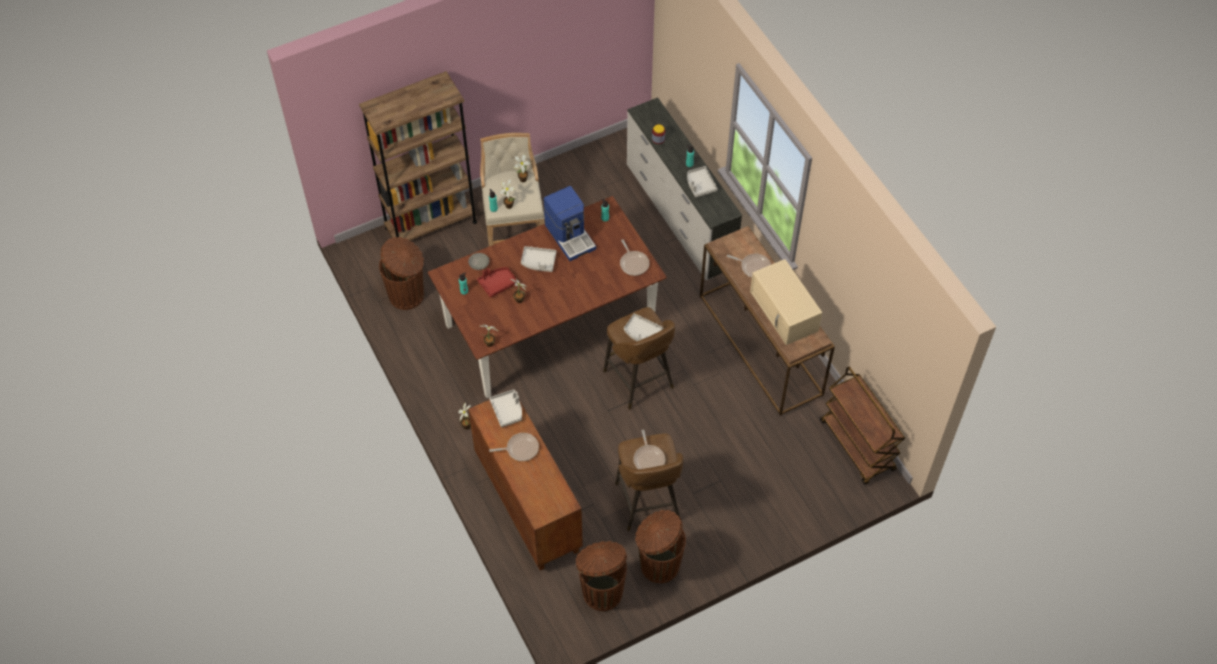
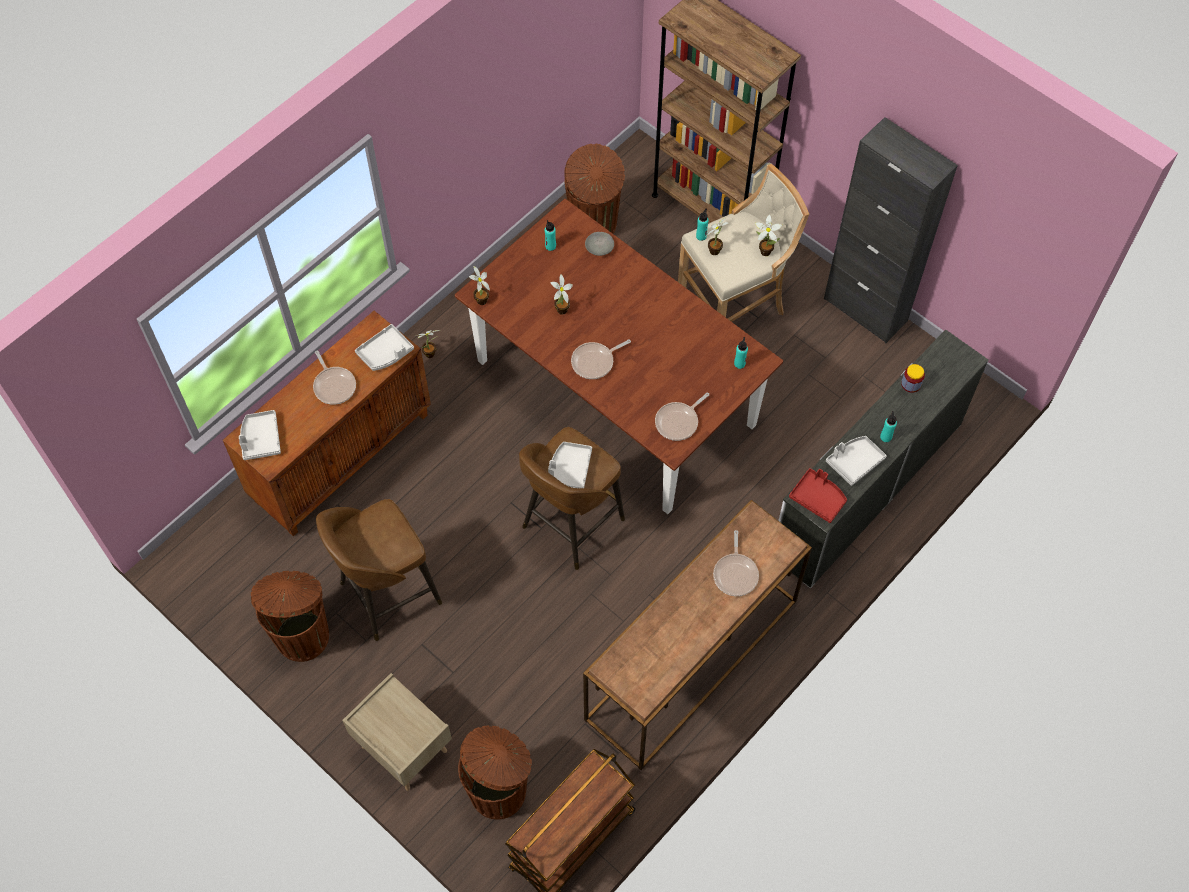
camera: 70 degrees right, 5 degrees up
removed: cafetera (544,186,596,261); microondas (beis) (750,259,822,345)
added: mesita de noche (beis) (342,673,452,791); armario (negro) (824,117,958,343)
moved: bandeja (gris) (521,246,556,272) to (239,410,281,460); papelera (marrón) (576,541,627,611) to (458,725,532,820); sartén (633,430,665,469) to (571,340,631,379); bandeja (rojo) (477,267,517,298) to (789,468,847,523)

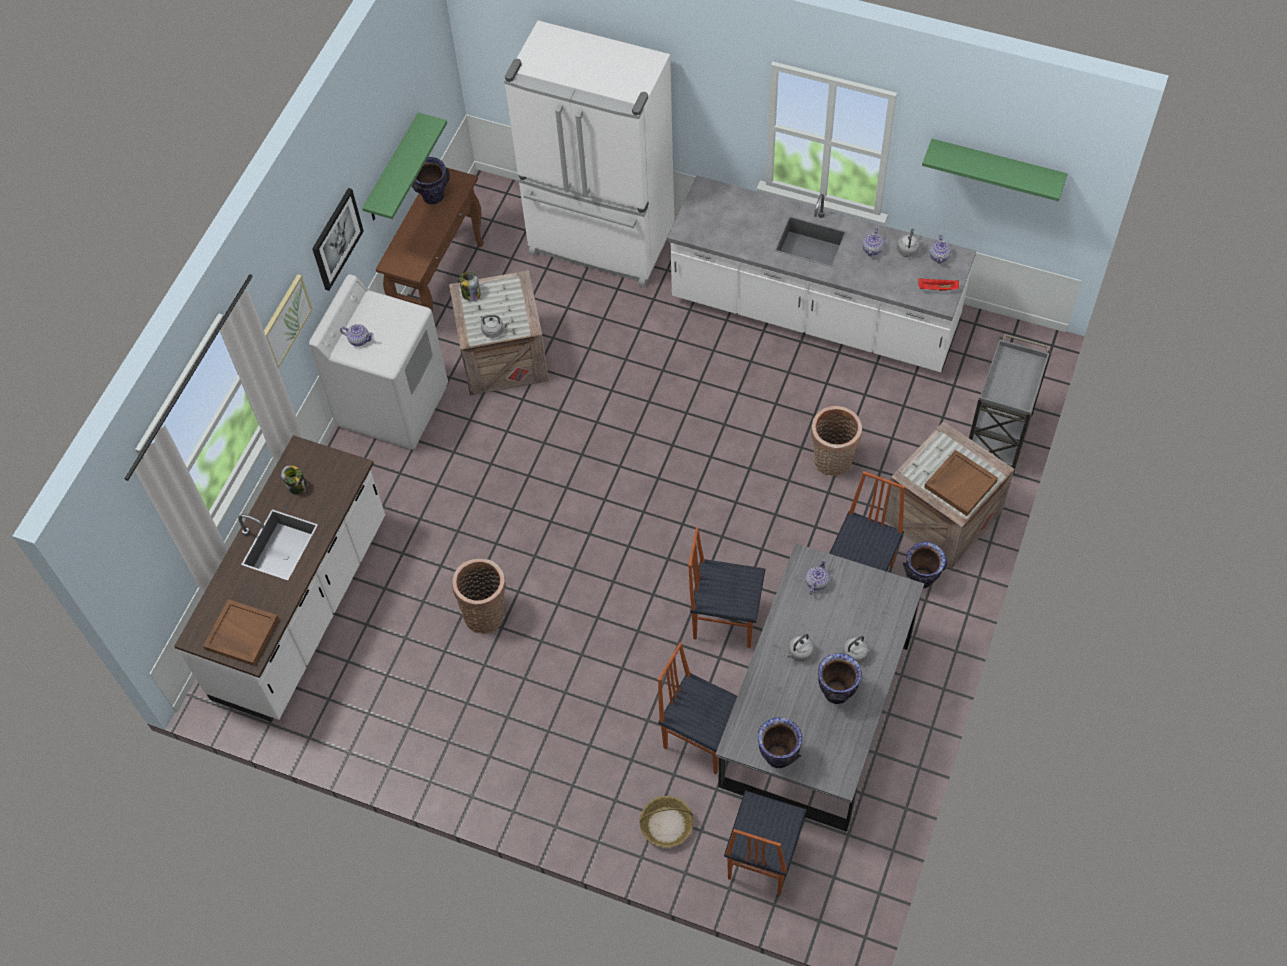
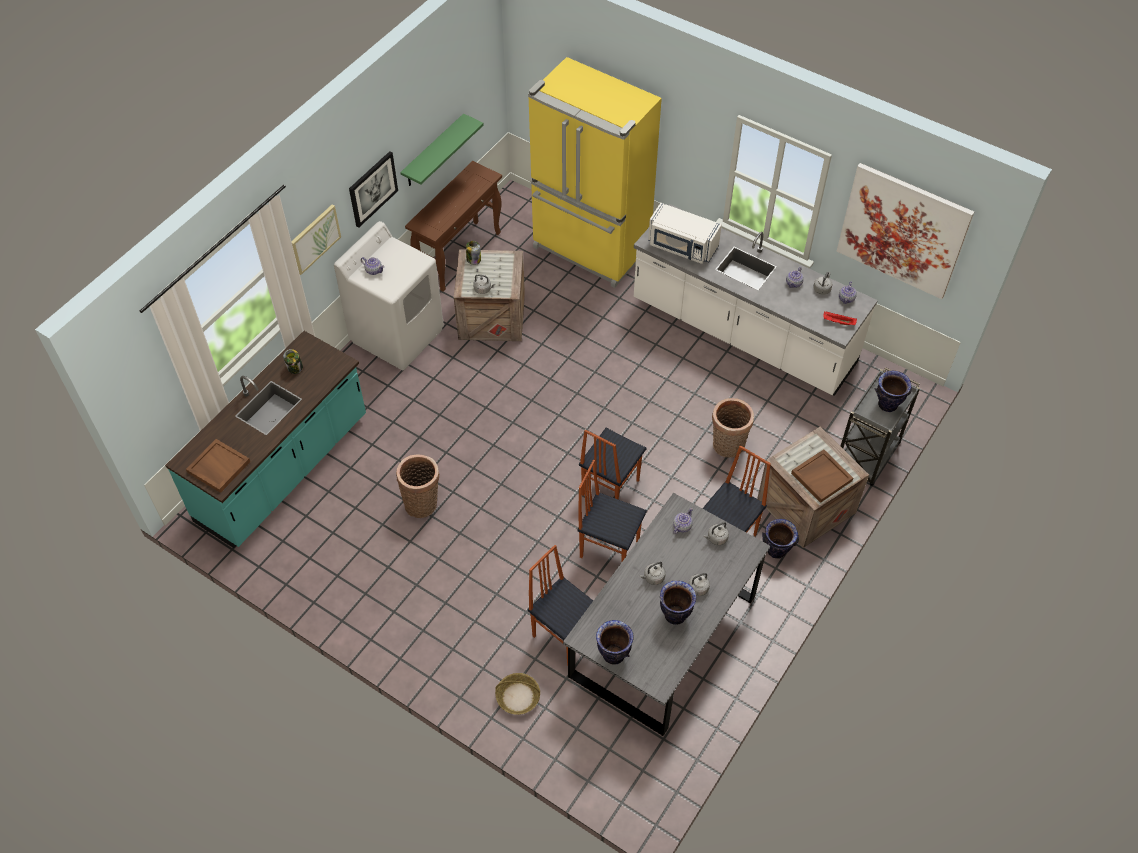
camera: 10 degrees right, 5 degrees down
added: microondas (blanco) (648,203,722,264); hervidor (gris) (704,522,729,545)
moved: silla (724,790,807,896) to (579,428,646,500); florero (412,157,450,205) to (875,371,912,412)
replaced: estante (verde) (922,139,1068,201) to cuadro (837,163,974,299)
recoloured: mueble bajo de cocina (blanco) (174,435,385,722) to mueble bajo de cocina (turquesa) (165,331,366,548); nevera (blanco) (504,21,674,288) to nevera (amarillo) (528,57,662,288)

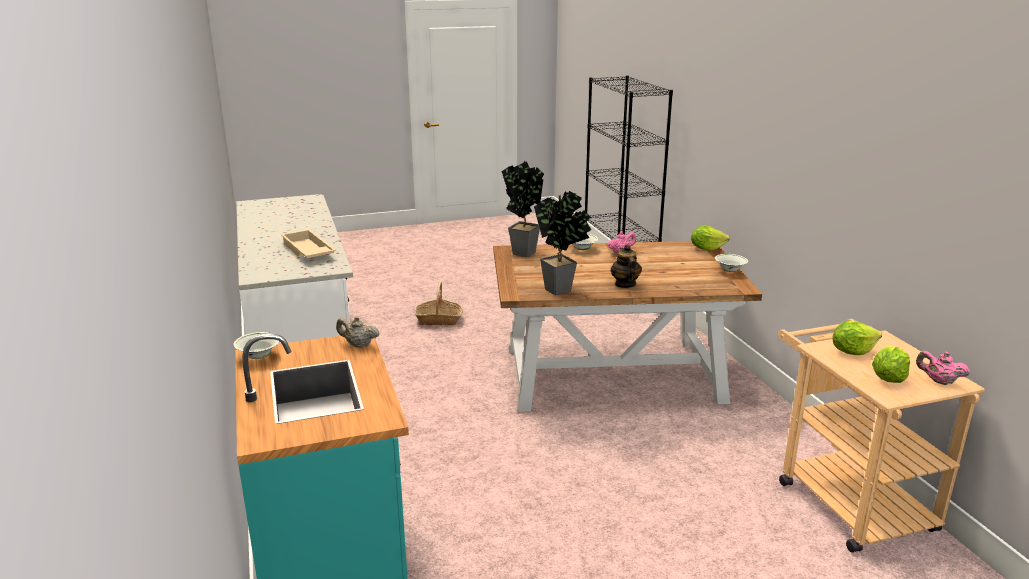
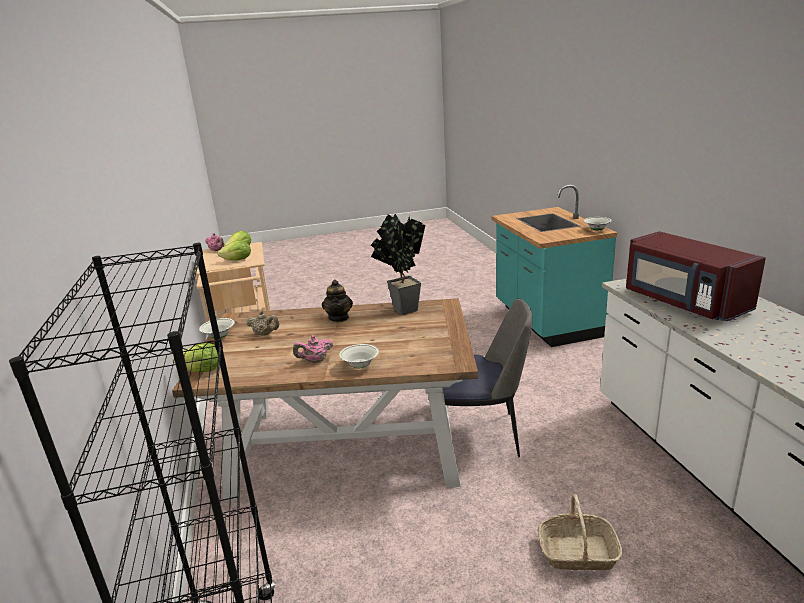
camera: 175 degrees left, 0 degrees up
removed: planta en maceta (501,160,544,257)
added: silla (442,298,532,457)
moved: tetera (beis) (336,317,380,348) to (246,311,279,336)
replaced: bandeja (beis) (281,229,336,258) to microondas (rojo) (626,231,766,321)

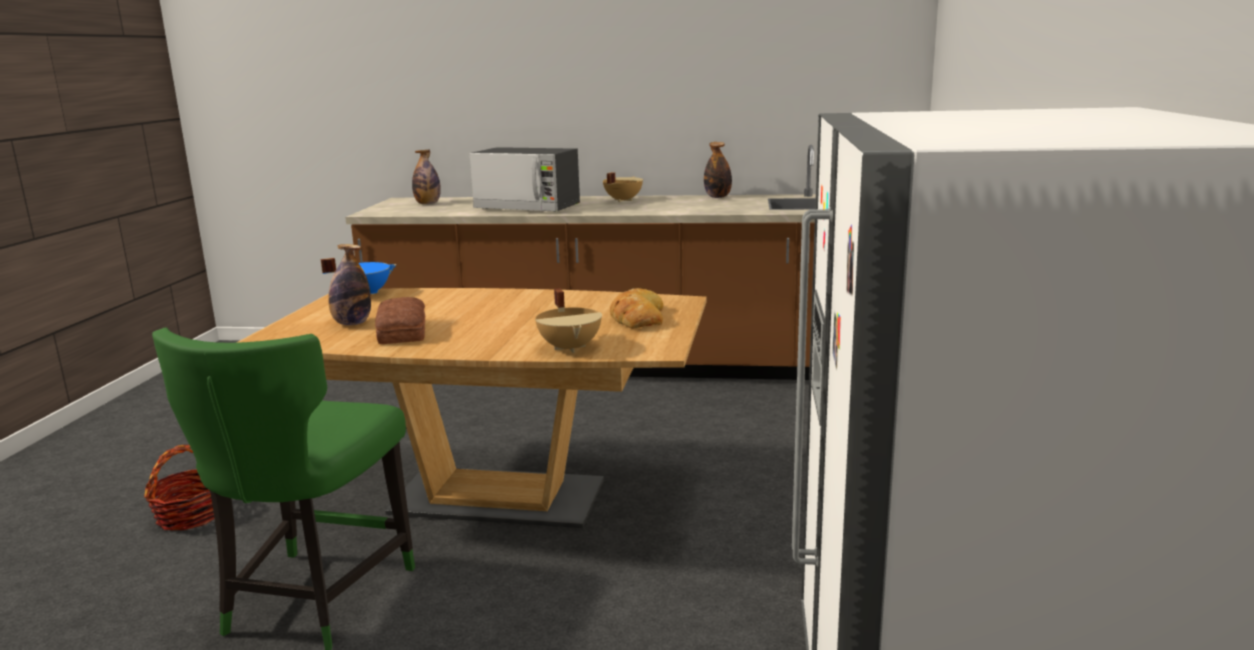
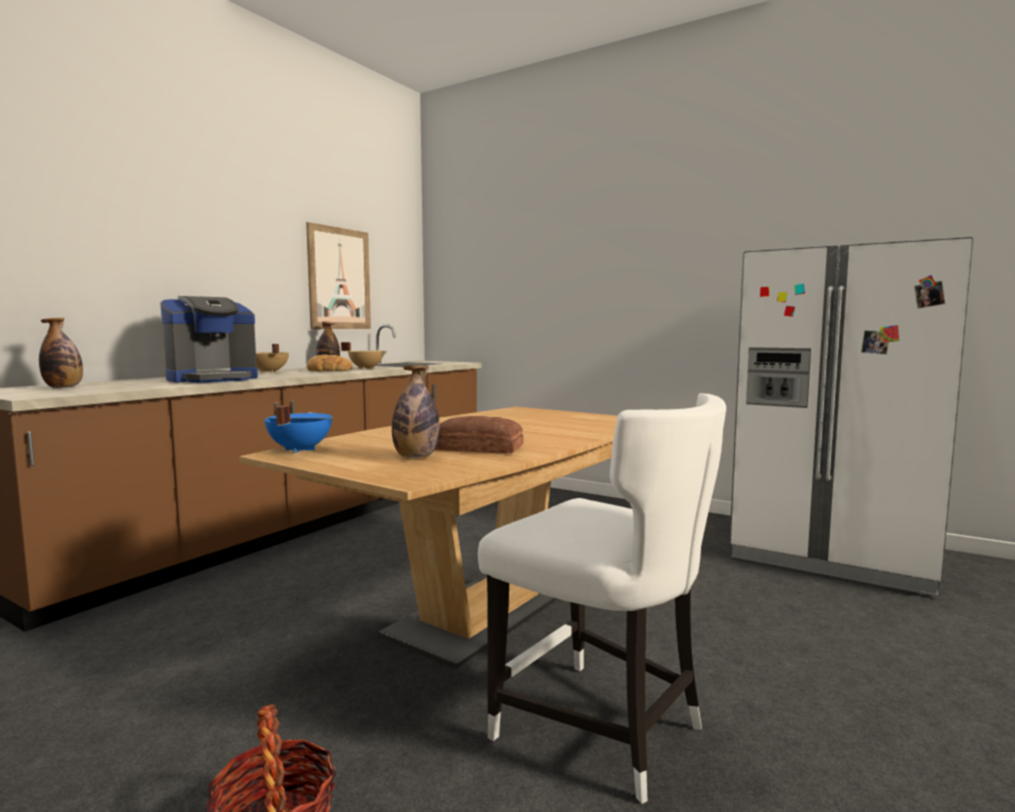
camera: 65 degrees left, 10 degrees down
added: cuadro (306,222,371,329)
moved: pan (610,288,663,328) to (307,354,353,372); olla (beis) (535,288,602,353) to (341,342,387,369)
replaced: microondas (470,147,580,212) to cafetera (160,296,258,383)
recoloured: silla (verde) (152,327,415,650) to silla (blanco) (478,393,726,804)

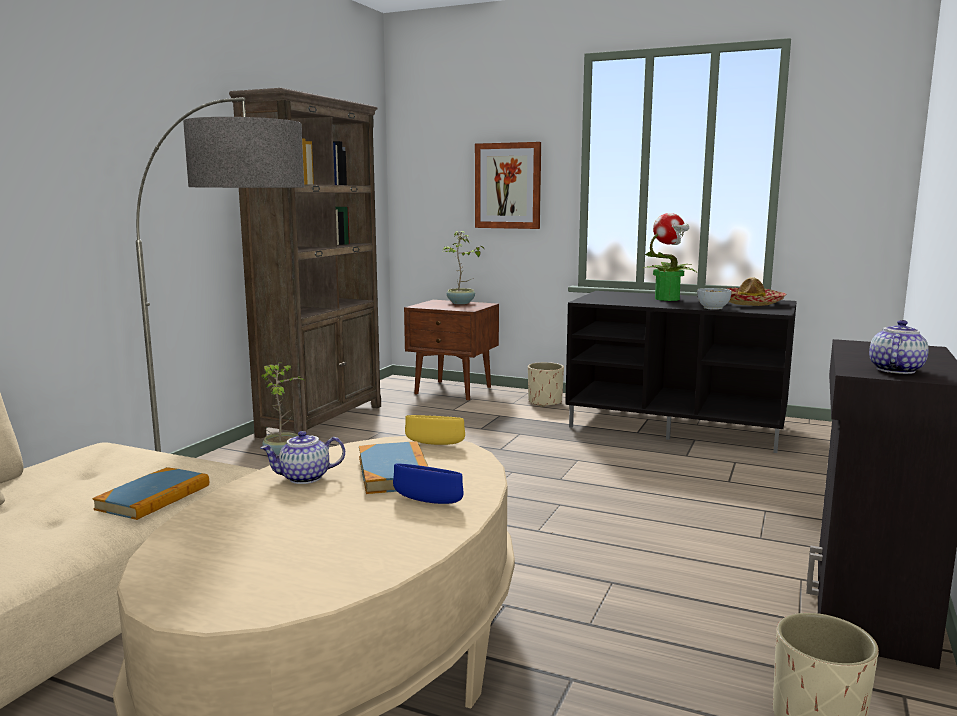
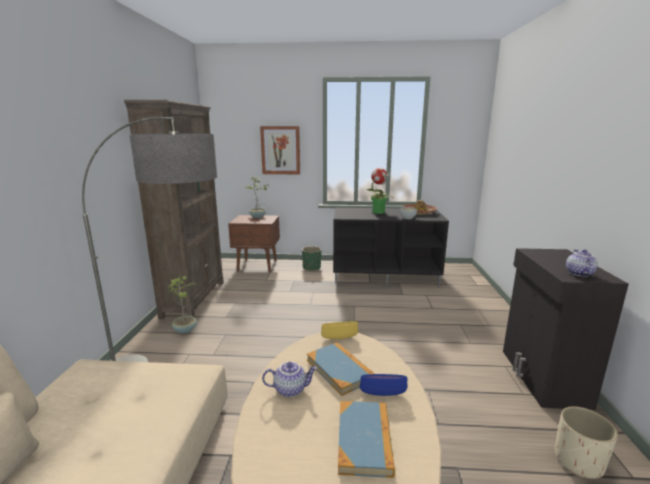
camera: 20 degrees left, 5 degrees up
moved: libro (92,467,209,520) to (338,401,395,478)
recoloured: maceta (beis) (528,362,564,407) to maceta (verde) (302,246,321,271)
turned: tetera (260,431,345,484) = (262,362,317,397) 150 degrees counterclockwise

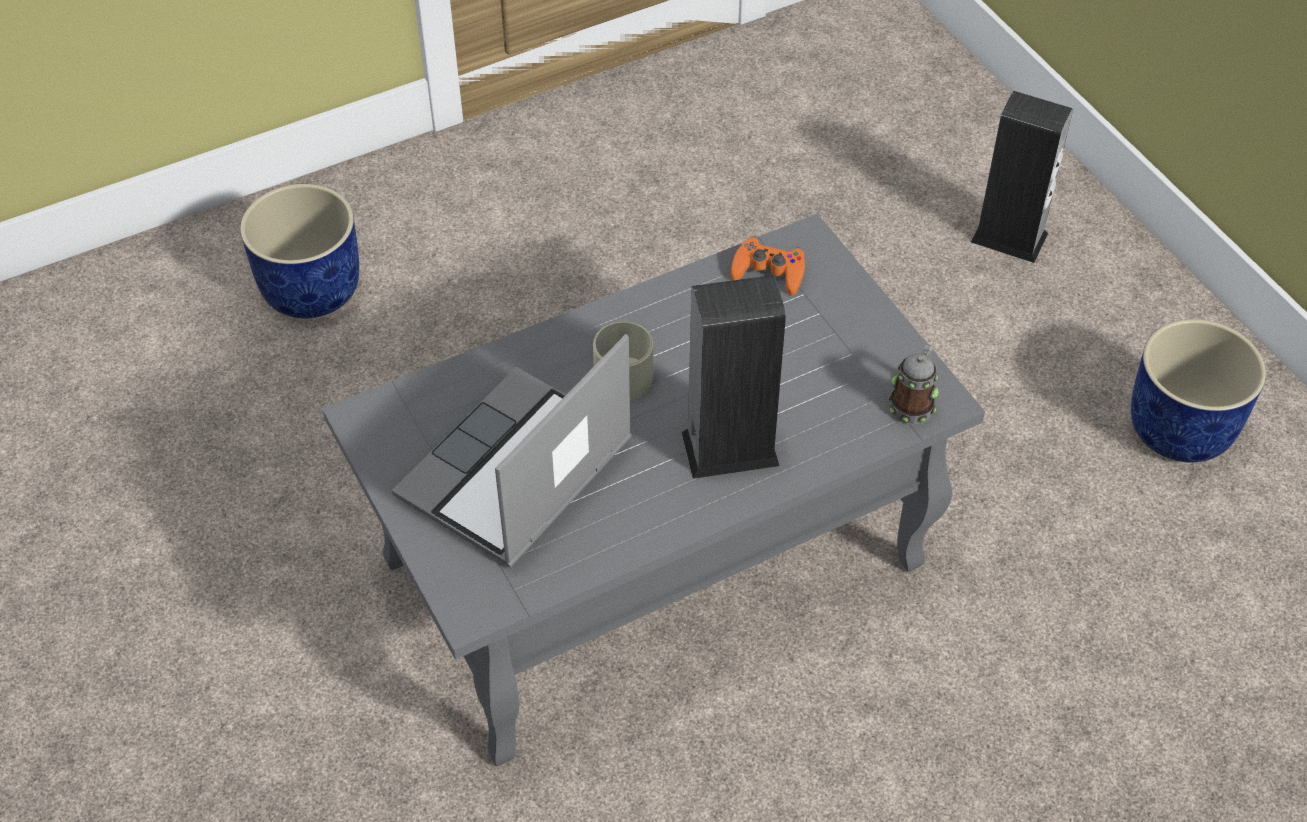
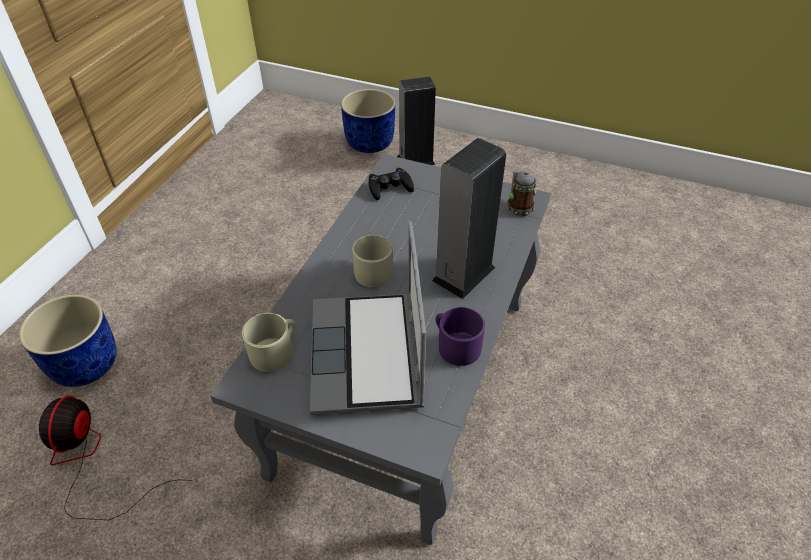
camera: 40 degrees left, 5 degrees down
added: ventilador (39,395,192,520); taza grande (beis) (242,313,296,372); taza grande (morado) (435,307,485,366)
moved: maceta (azul) (1131,319,1266,462) to (341,89,395,153)
recoloured: mando de consola (naranja) (731,236,805,295) to mando de consola (negro) (369,168,414,200)

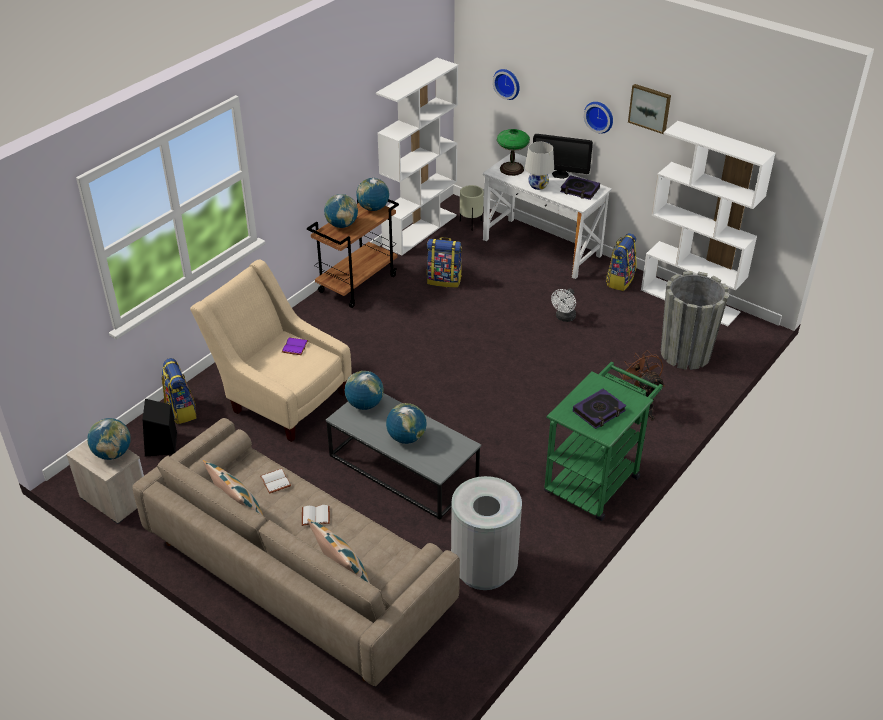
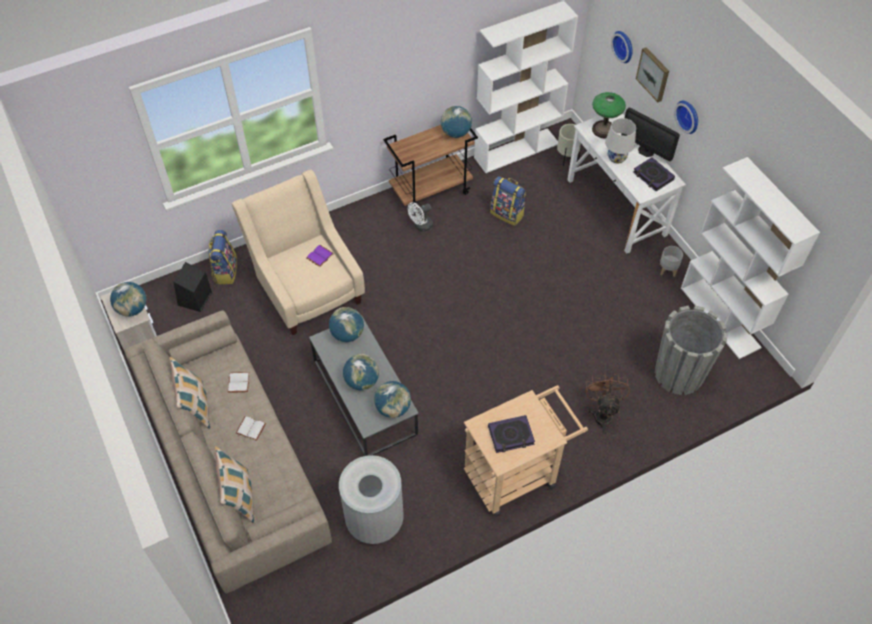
camera: 25 degrees right, 15 degrees up
moved: globo terráqueo (324,194,358,228) to (374,381,411,418); ventilador (blanco) (551,289,576,322) to (408,202,433,232); cuadro (628,84,671,134) to (636,47,669,102)
replaced: mochila (606,233,637,291) to maceta (gris) (660,246,683,277)
recoloured: carrito (verde) (544,362,663,521) to carrito (beis) (464,385,588,517)

